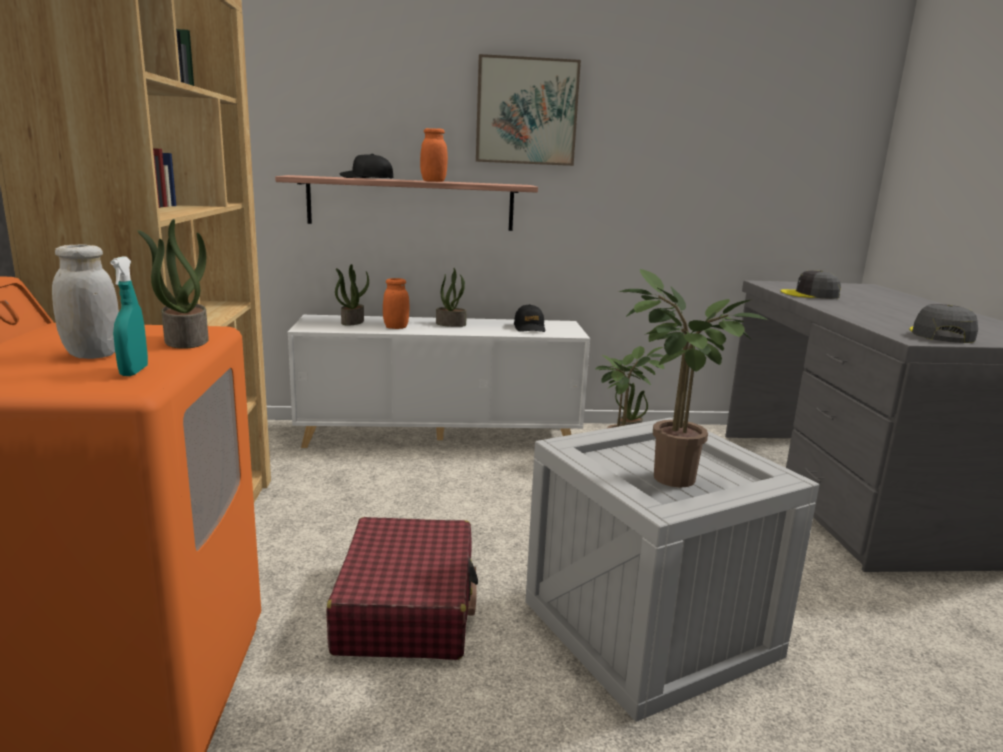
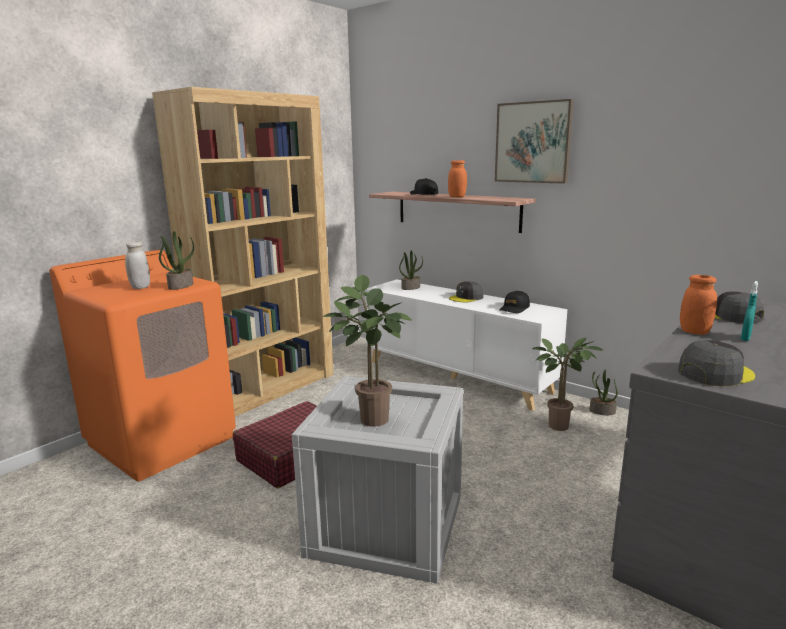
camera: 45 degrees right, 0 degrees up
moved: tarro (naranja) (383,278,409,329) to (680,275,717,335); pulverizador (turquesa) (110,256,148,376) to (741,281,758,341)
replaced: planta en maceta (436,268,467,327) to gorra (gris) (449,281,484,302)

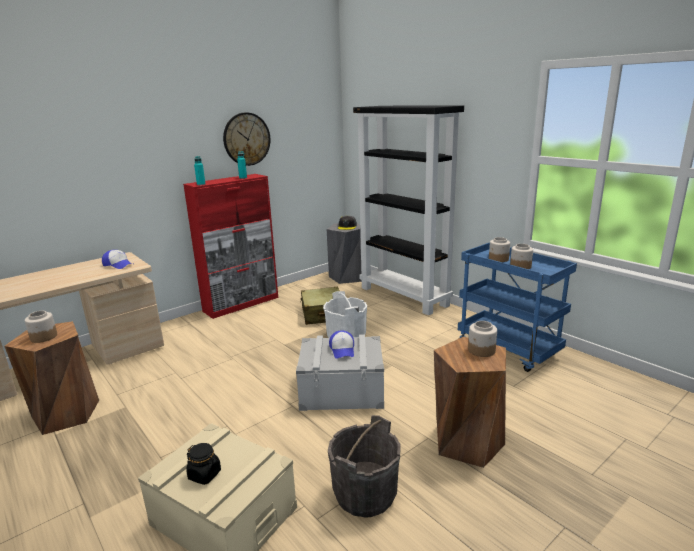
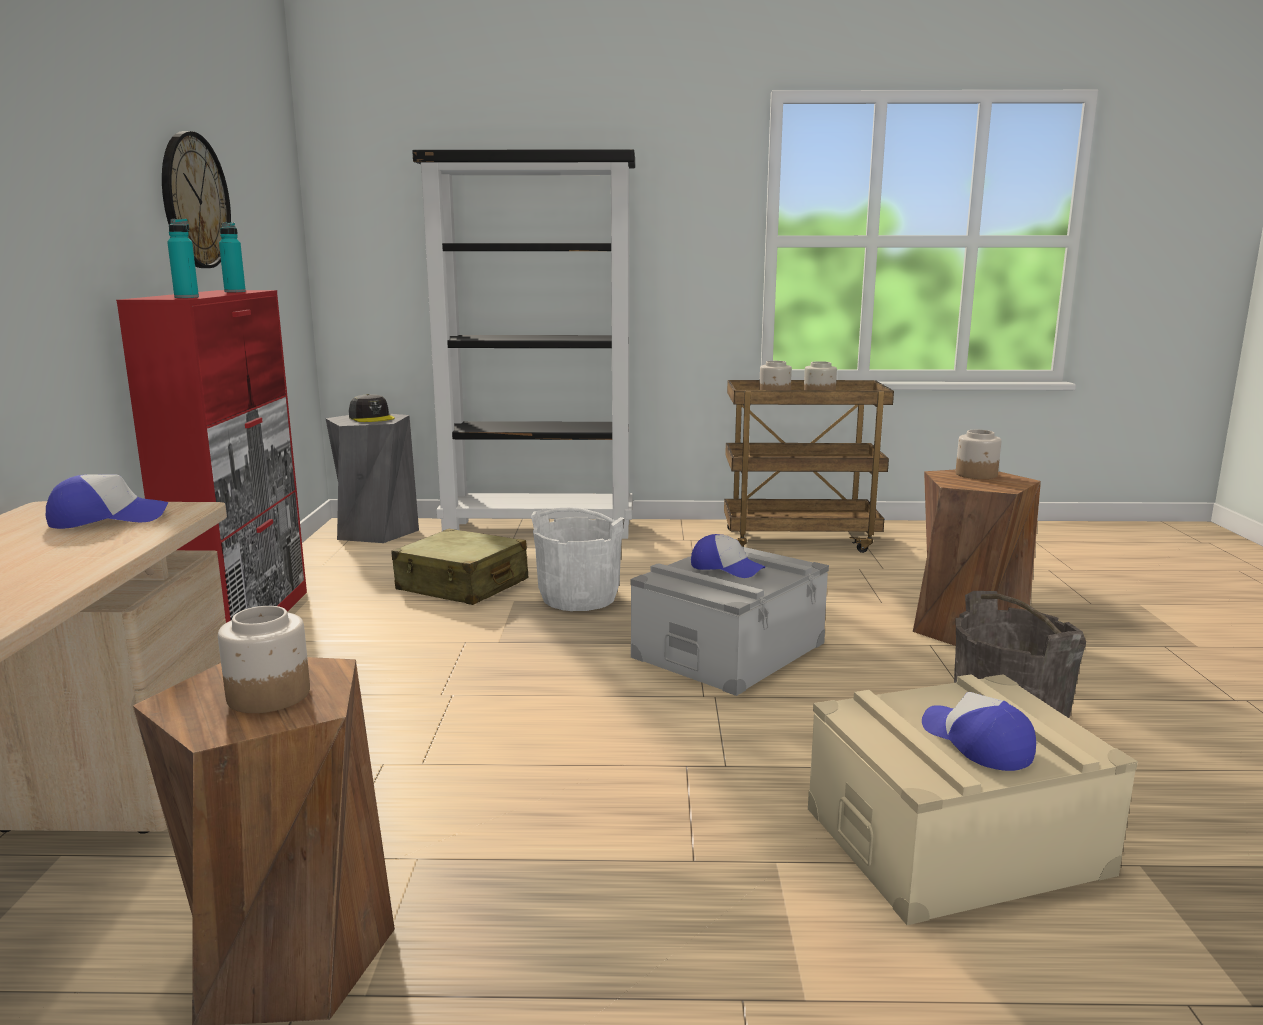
camera: 50 degrees left, 5 degrees down
replaced: tarro (negro) (186,443,221,485) to gorra (922,692,1036,771)
recoloured: carrito (azul) (458,242,577,372) to carrito (marrón) (724,380,894,553)

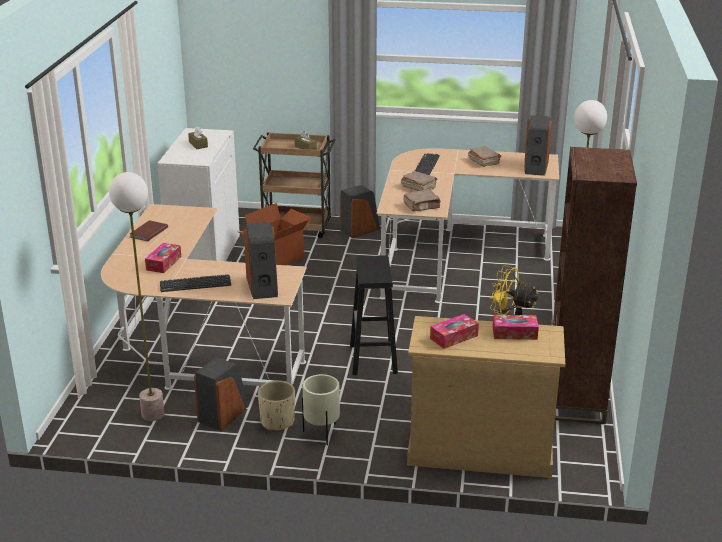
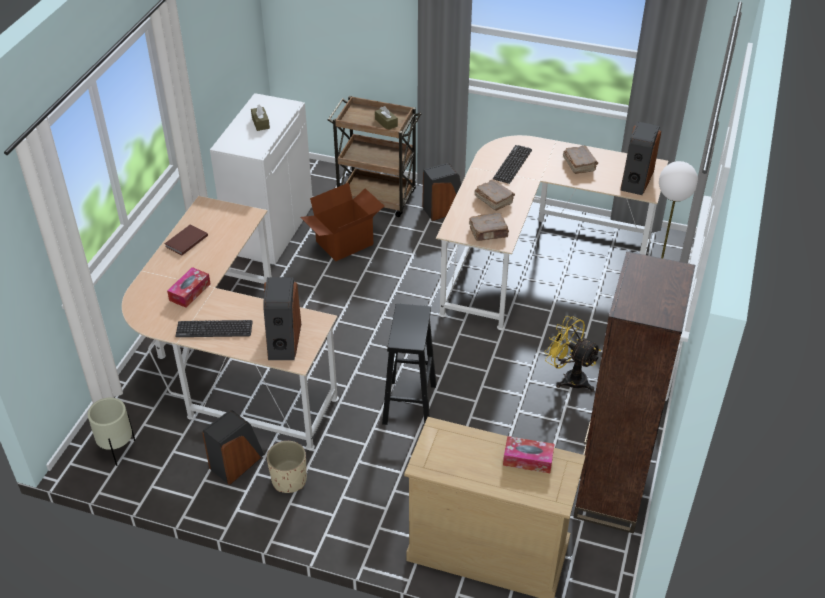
camera: 10 degrees right, 15 degrees up
removed: lámpara de pie (109,172,165,421); caja de pañuelos (430,314,479,349)
moved: maceta (beis) (302,374,340,445) to (88,397,135,466)

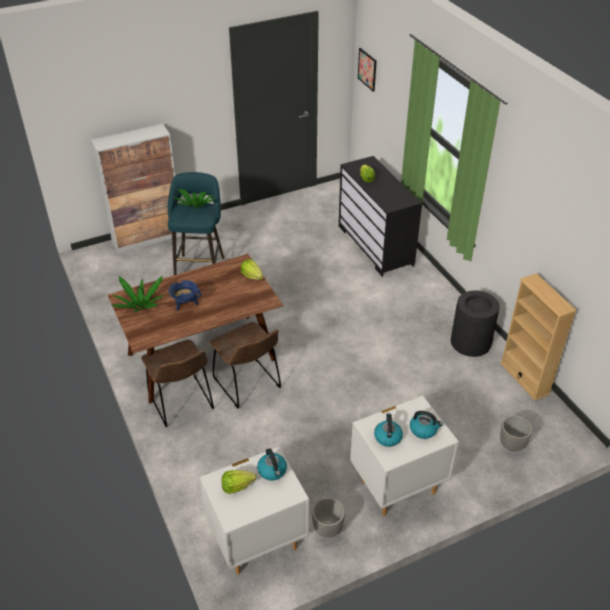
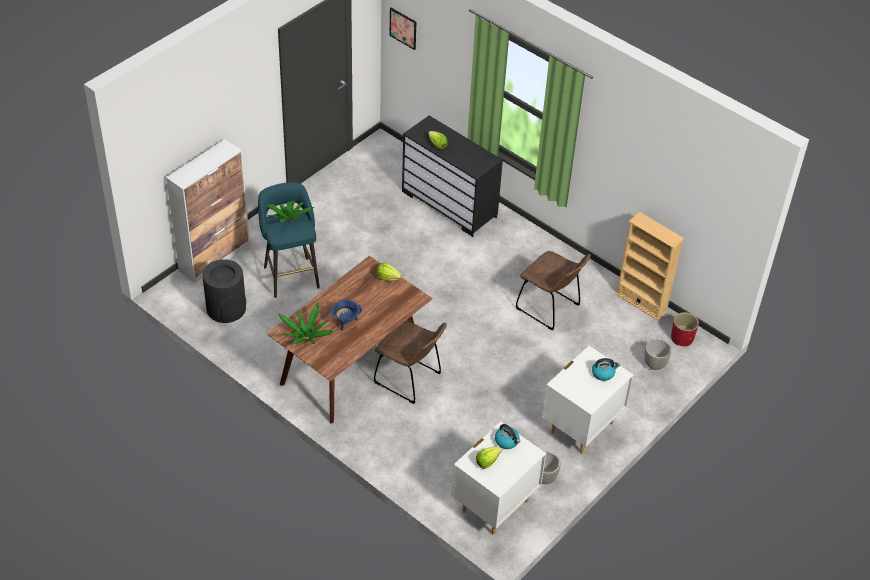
camera: 25 degrees left, 5 degrees up
removed: hervidor (374,413,403,447)
added: maceta (rojo) (671,312,699,347)
moved: papelera (negro) (451,290,500,357) to (203,259,246,323); silla (marrón) (141,340,214,427) to (516,251,591,331)

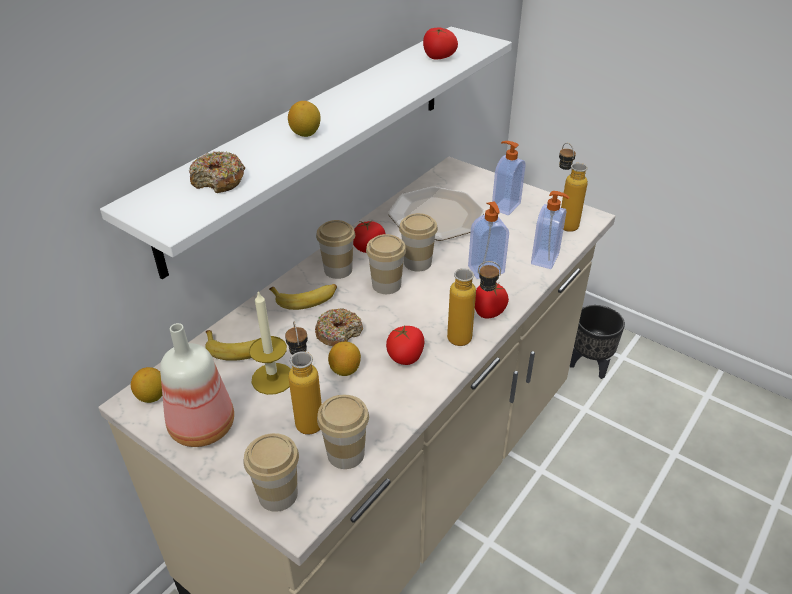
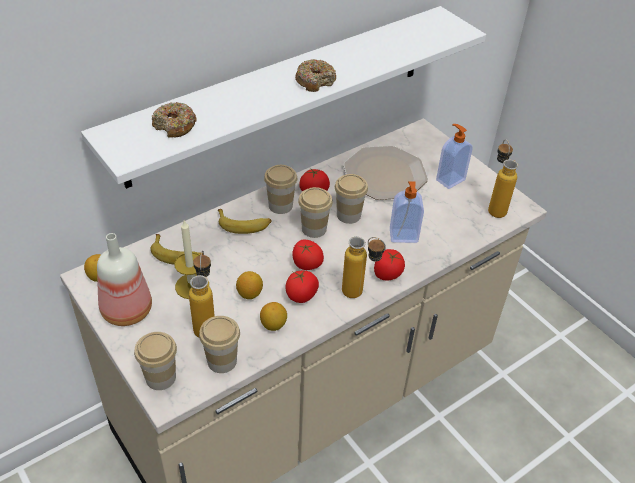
camera: 15 degrees right, 5 degrees up
removed: dispensador de jabón (531,191,569,269); maceta (negro) (570,305,625,379)
moved: limón (288,101,321,137) to (260,302,287,331); tomate (423,28,458,59) to (292,240,324,270); rosquilla (315,308,363,347) to (295,59,336,92)

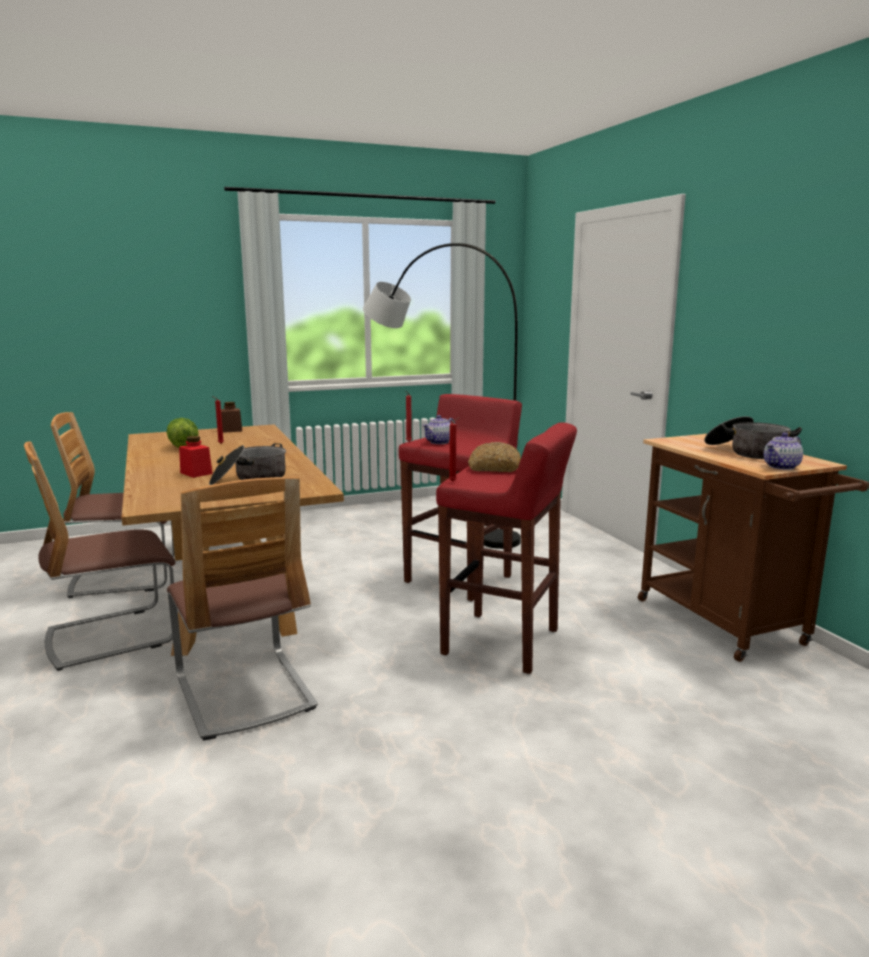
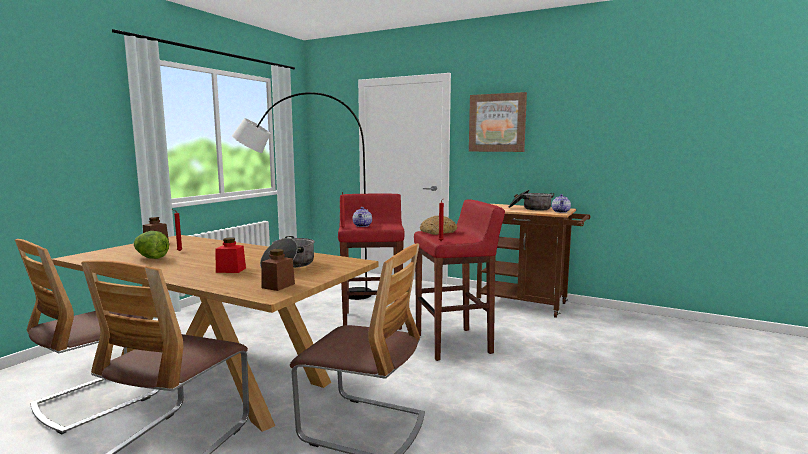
camera: 40 degrees left, 5 degrees down
added: tarro (marrón) (261,249,295,291); cuadro (469,92,527,152)

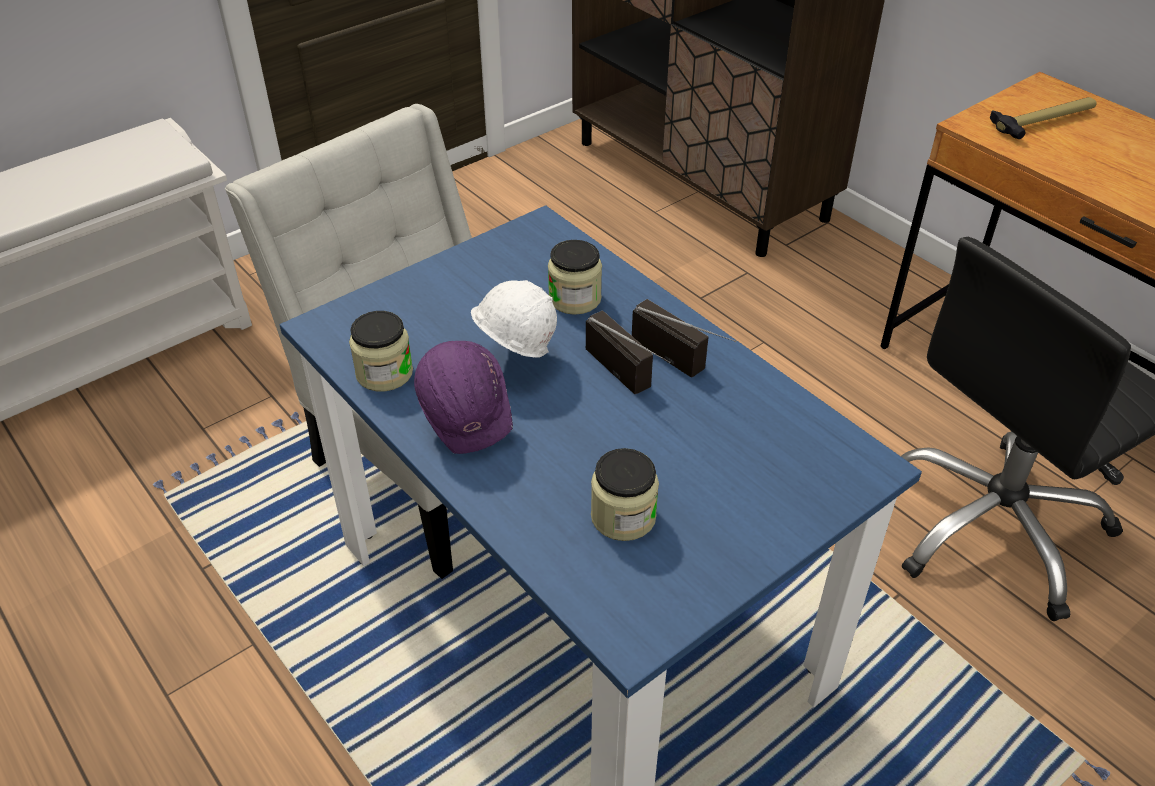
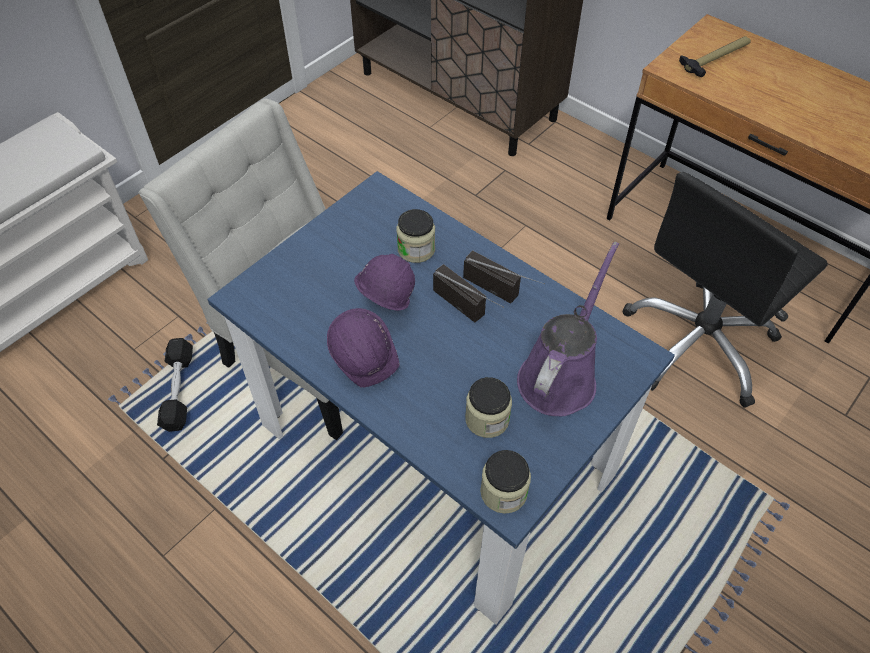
camera: 10 degrees left, 10 degrees up
added: mancuerna (negro) (157,338,193,432); regadera (morado) (517,242,619,416)
moved: tarro (349,311,413,391) to (480,450,531,514)
recoloured: casco (blanco) (471,280,557,359) to casco (morado) (354,254,415,311)

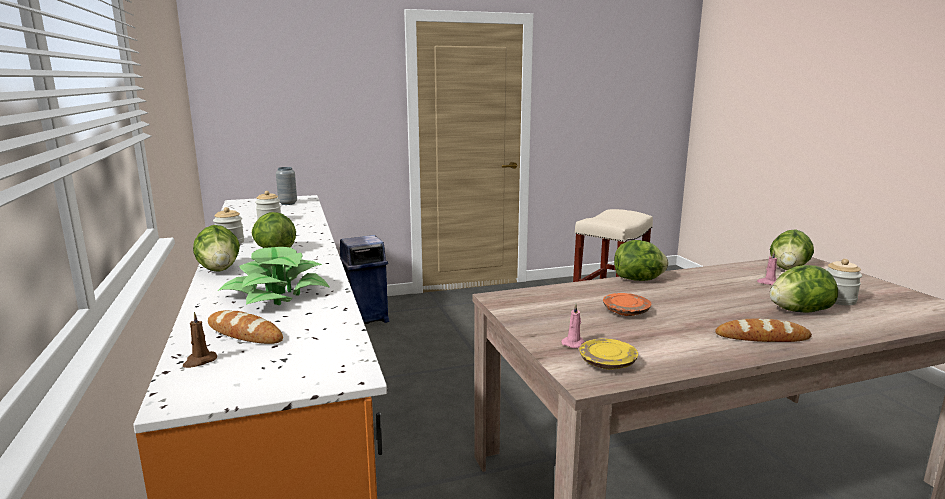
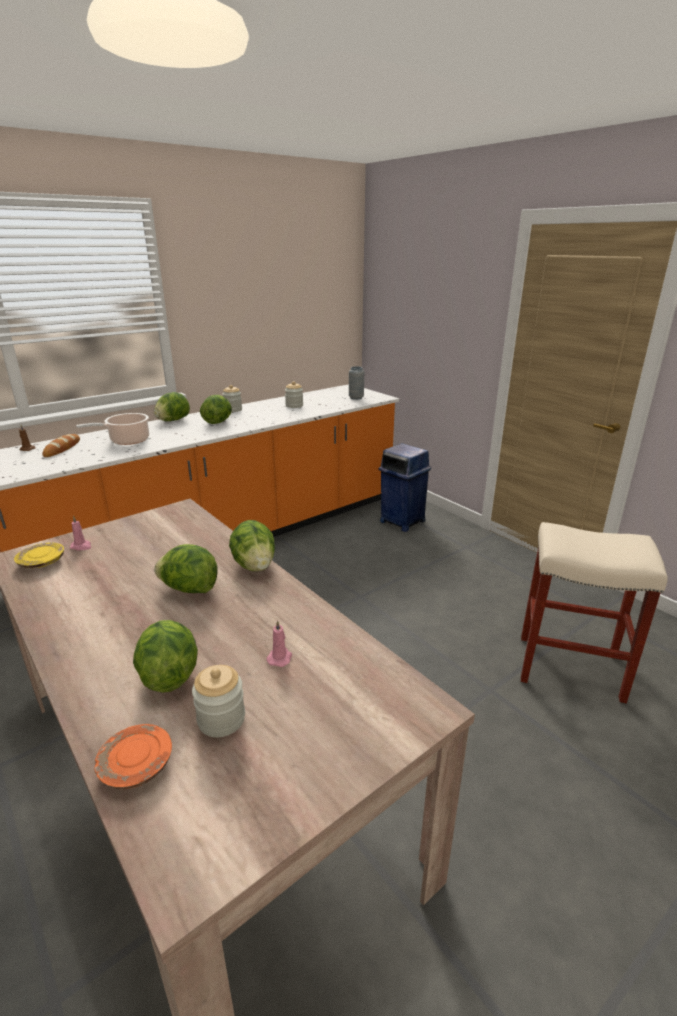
camera: 70 degrees right, 10 degrees up
removed: pan (715,319,812,342)
moved: plato (naranja) (603,293,651,316) to (94,724,172,789); lechuga (770,229,814,270) to (154,544,218,593)
replaced: planta en maceta (218,247,330,305) to olla (76,413,149,445)

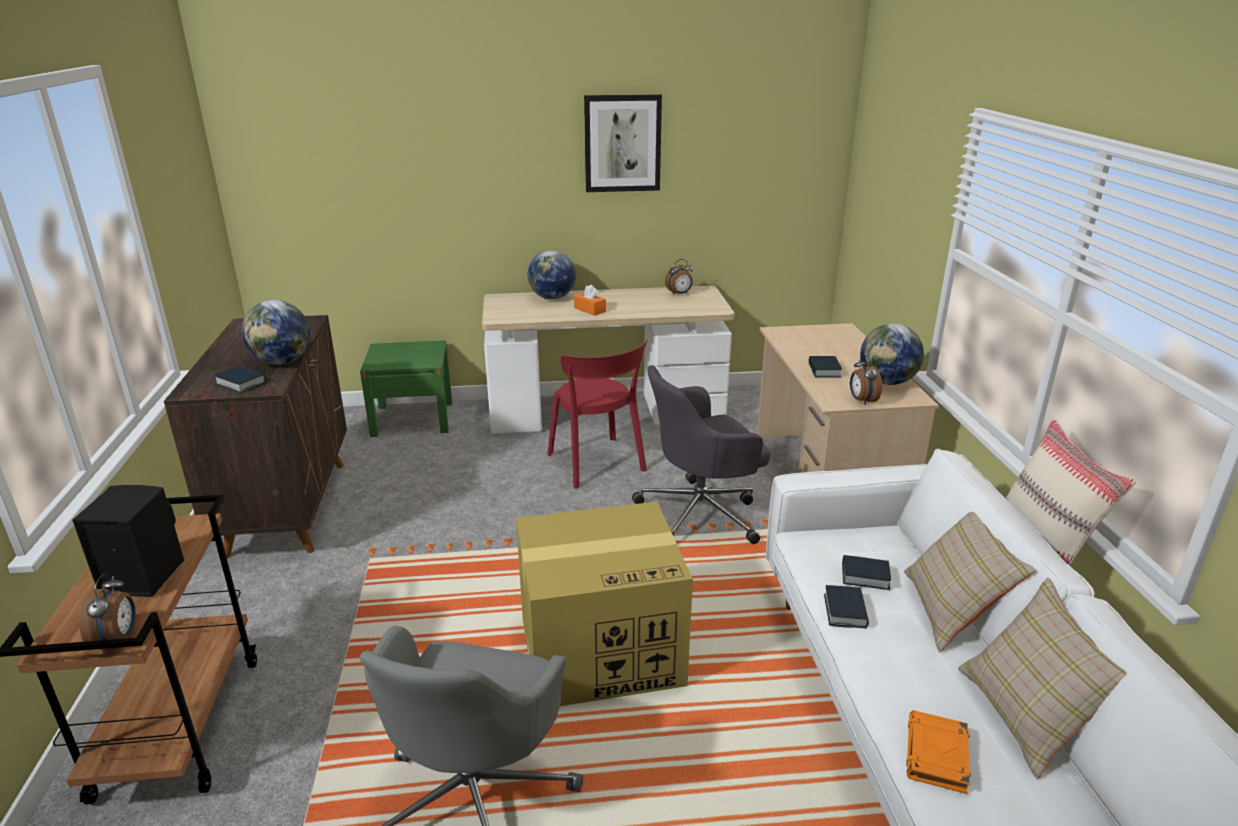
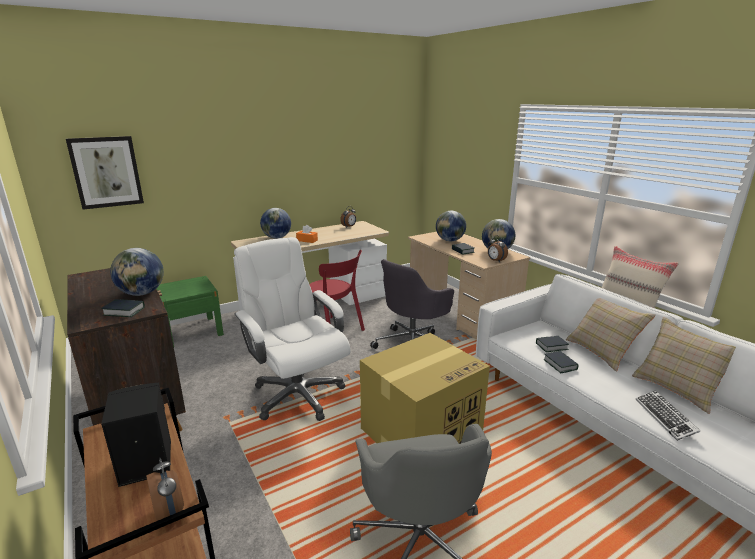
camera: 25 degrees left, 5 degrees down
added: silla de oficina (blanco) (234,237,350,421); globo terráqueo (436,211,466,241)
moved: cuadro (584,94,662,192) to (66,136,144,210)
replaced: libro (naranja) (906,710,971,794) to teclado (636,390,700,441)

